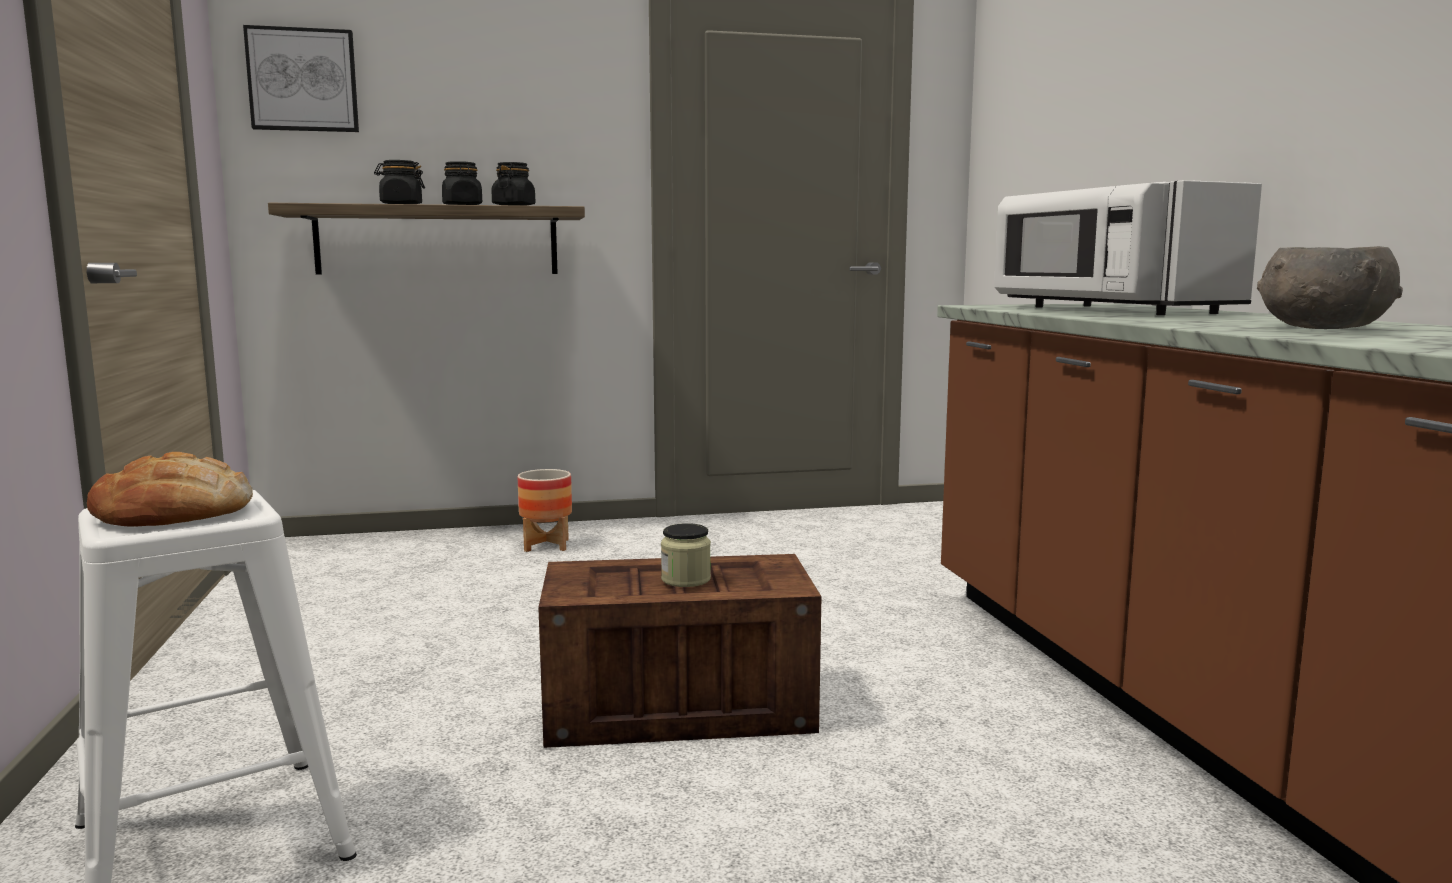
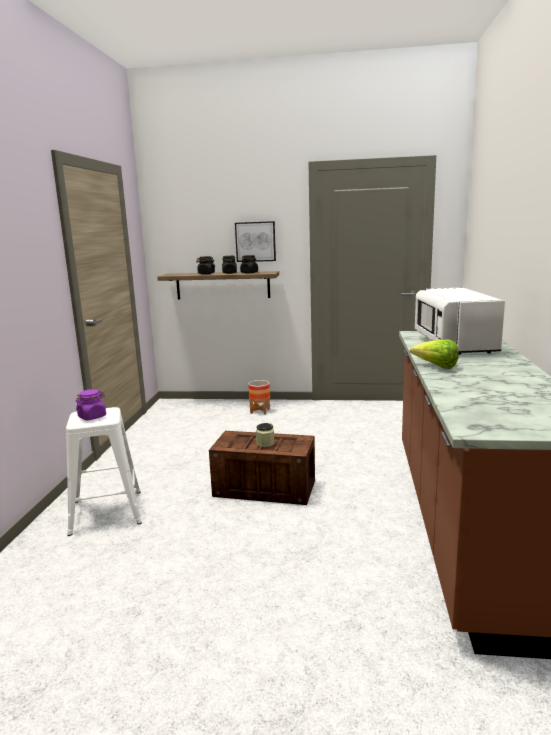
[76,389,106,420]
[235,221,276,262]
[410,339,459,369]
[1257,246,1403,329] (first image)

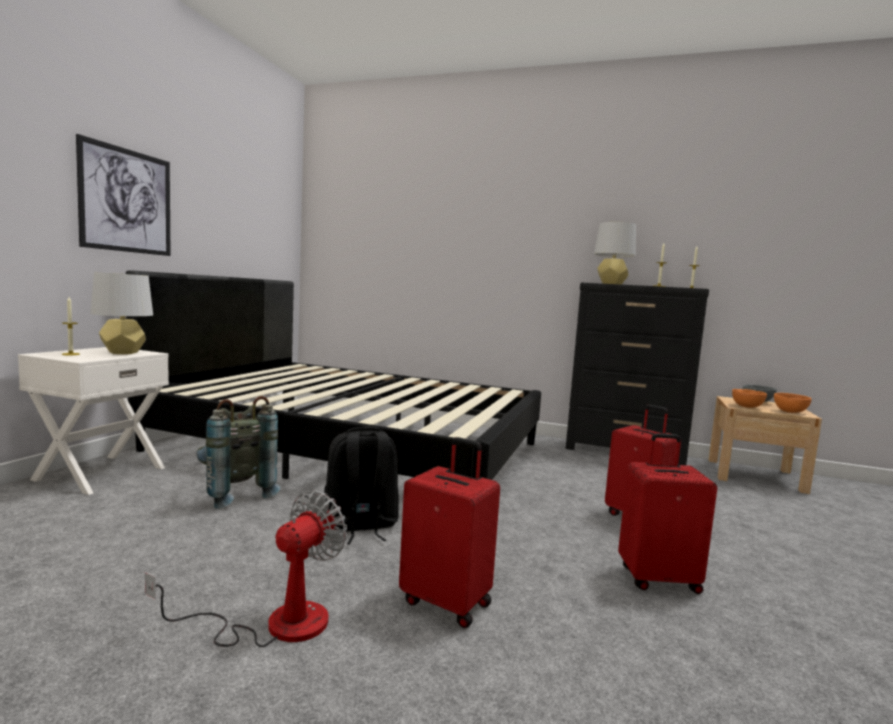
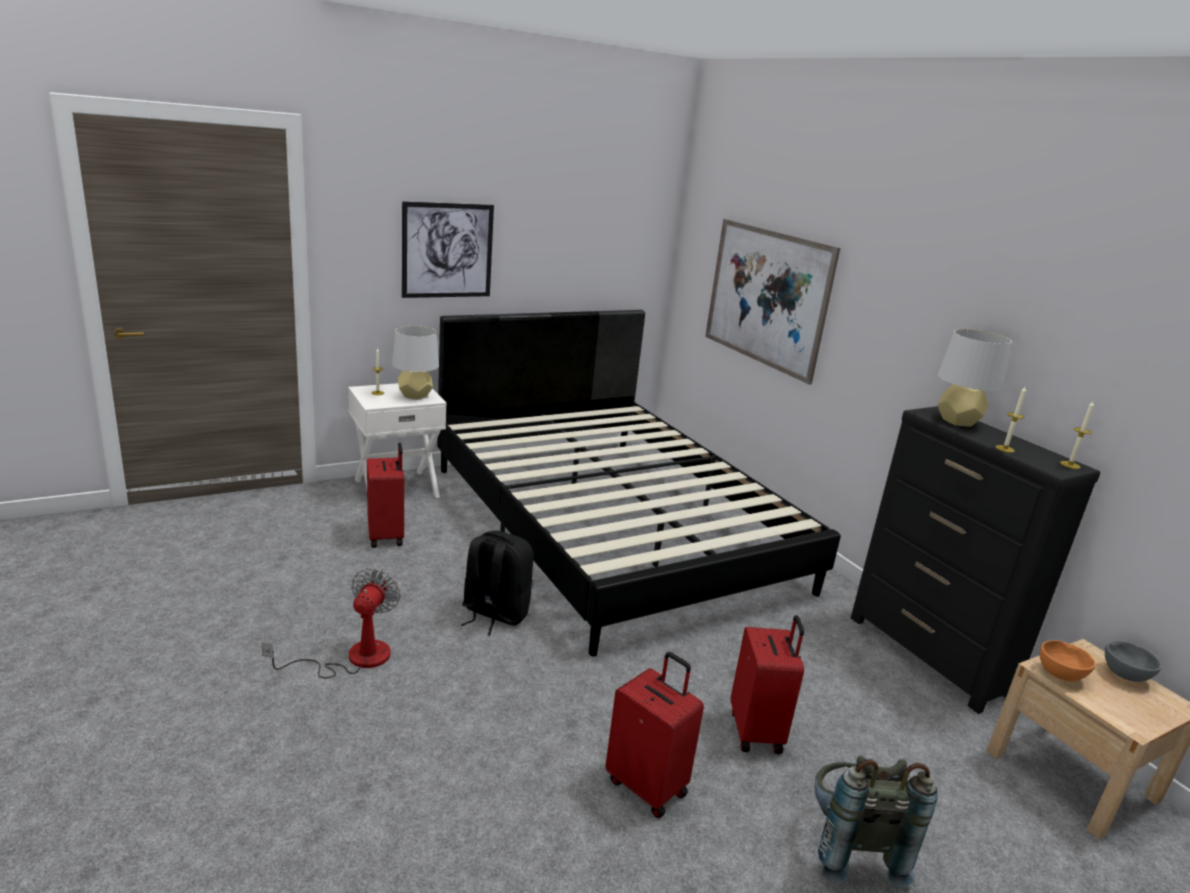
[261,568,401,678]
[367,443,404,548]
[705,219,840,385]
[815,756,938,887]
[774,393,812,413] (first image)

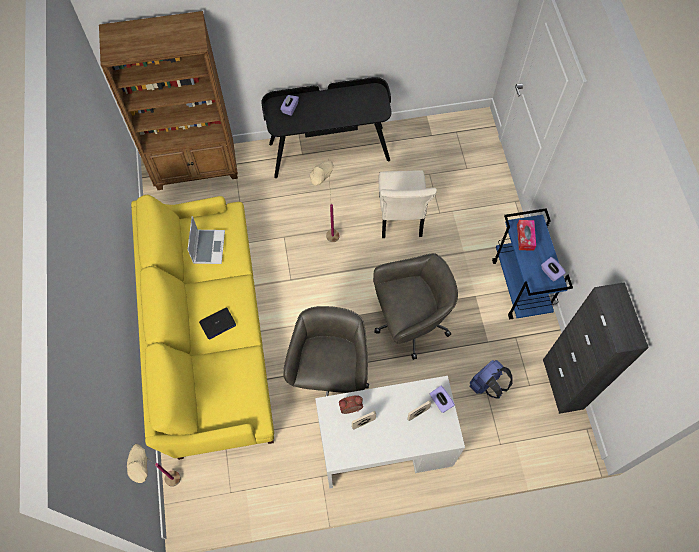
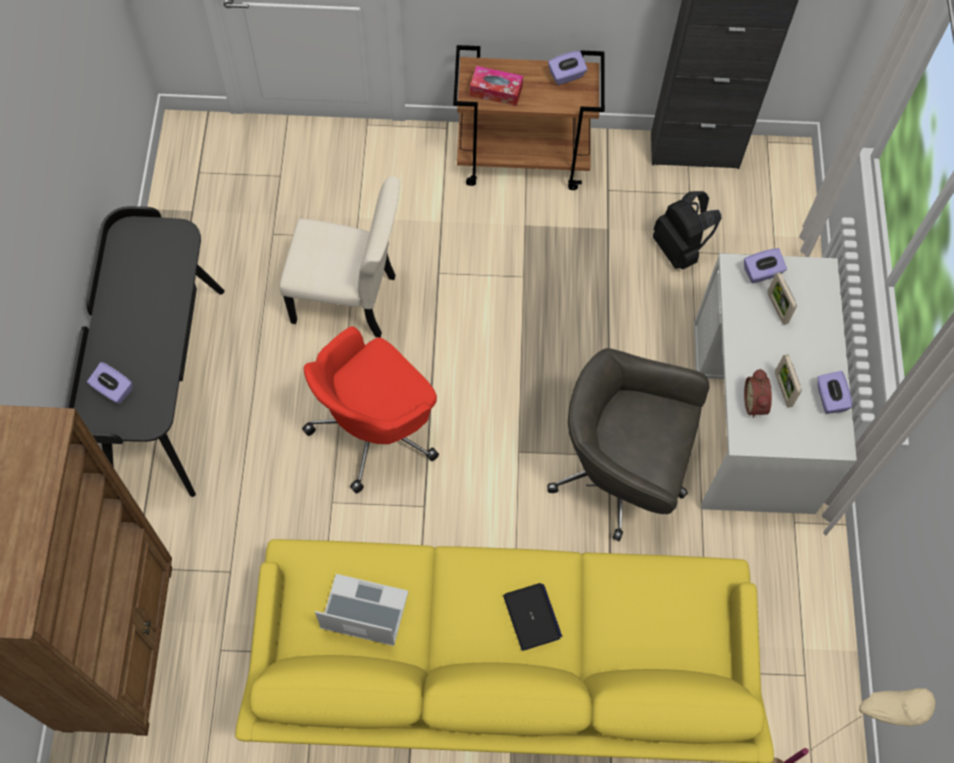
[302,326,439,494]
[453,45,605,190]
[653,191,722,270]
[818,371,852,414]
[373,253,458,360] (first image)

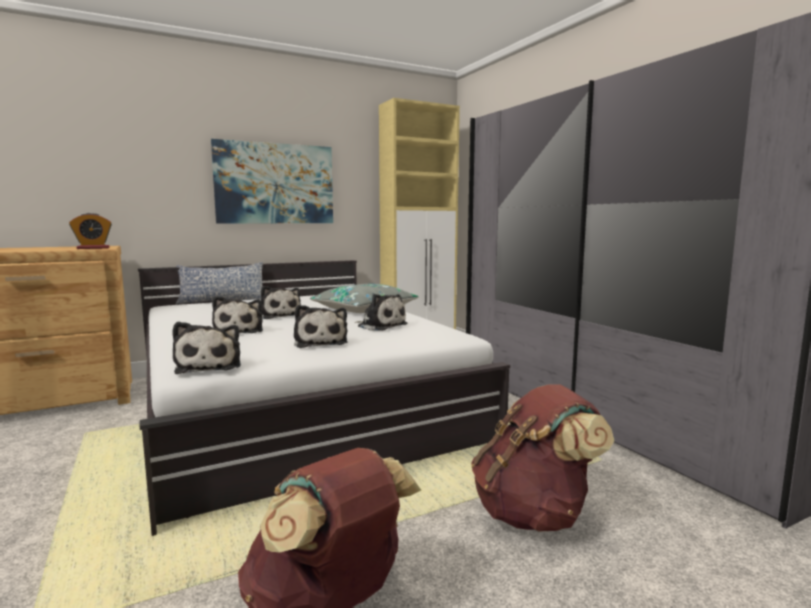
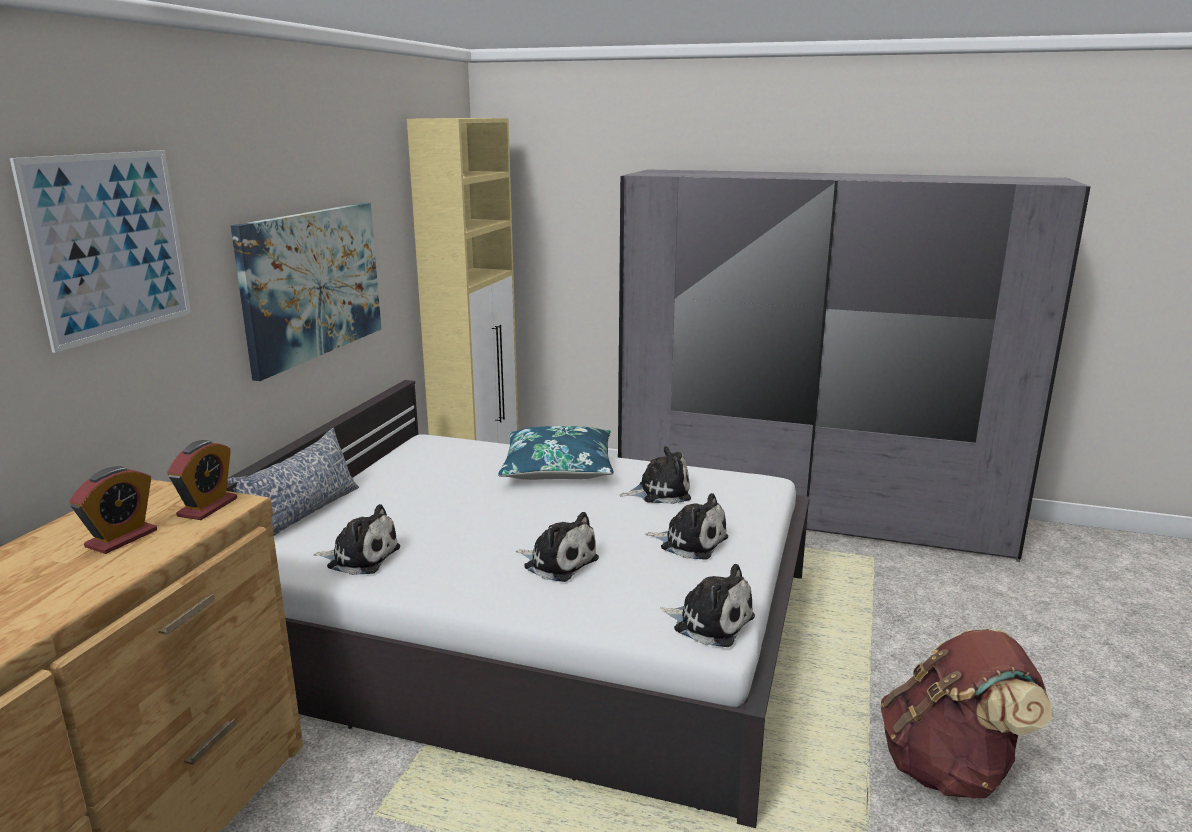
[10,150,191,353]
[69,466,157,554]
[313,504,400,575]
[498,426,613,480]
[471,384,614,532] (first image)

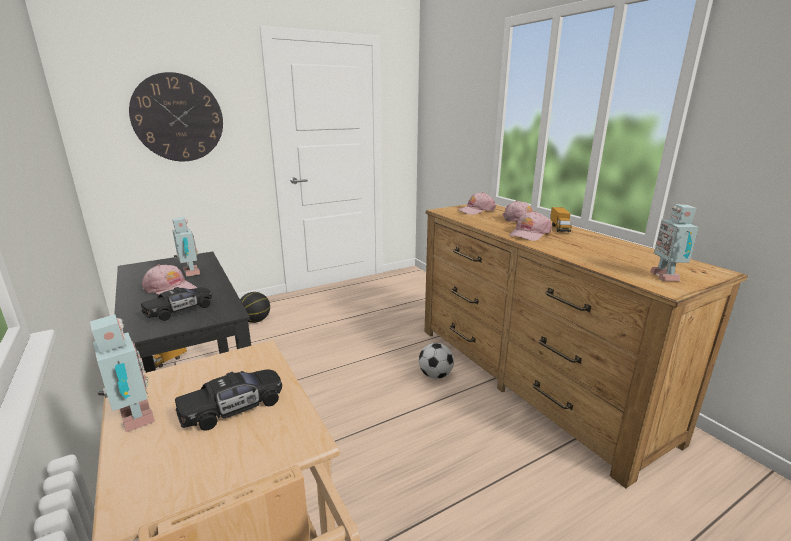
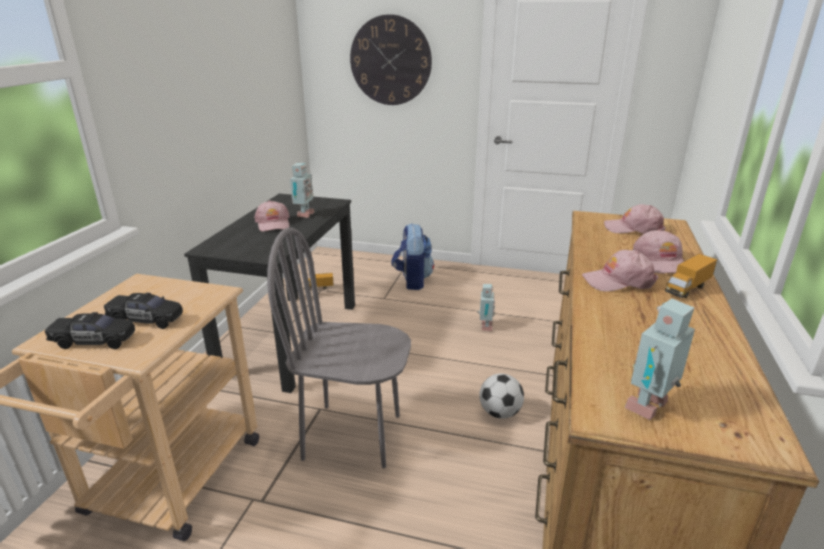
[45,312,135,349]
[267,228,411,469]
[391,223,434,290]
[477,284,495,331]

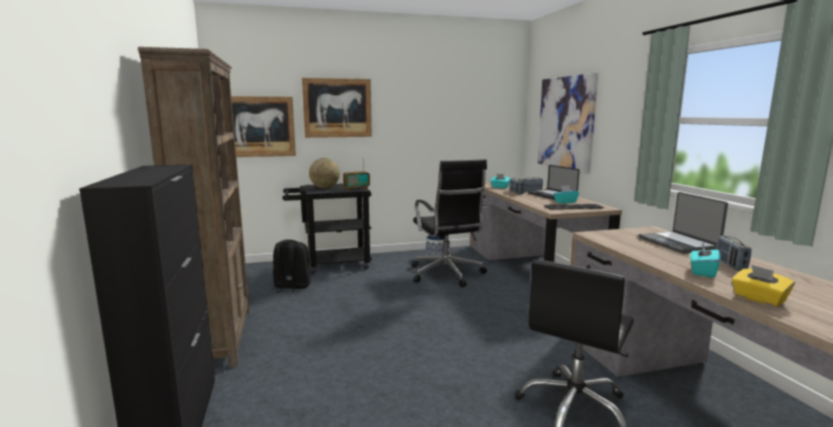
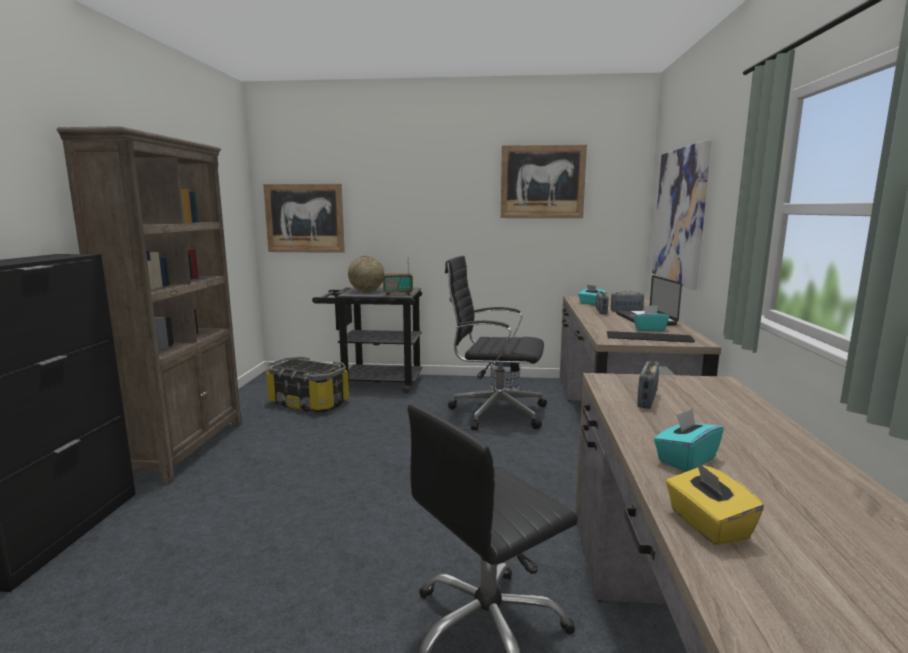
[266,356,349,412]
[445,255,547,430]
[501,145,587,218]
[637,361,659,409]
[638,192,728,254] (first image)

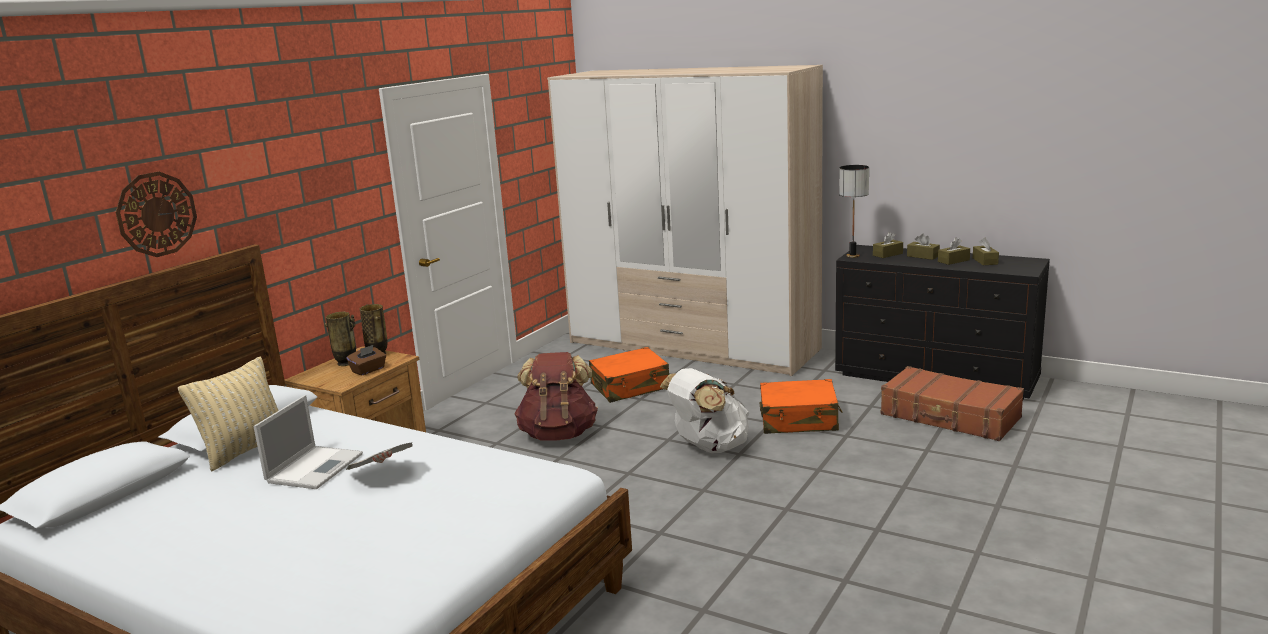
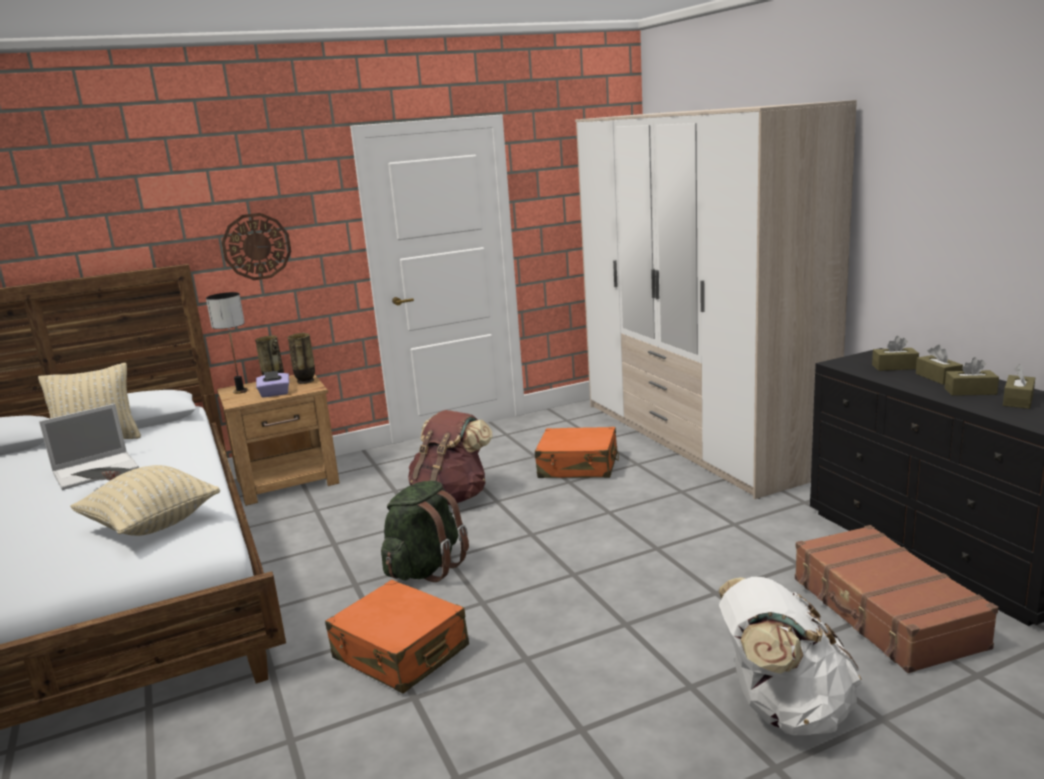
[70,465,220,536]
[206,292,248,394]
[222,213,292,280]
[256,371,289,398]
[325,580,469,694]
[381,481,469,582]
[719,577,862,735]

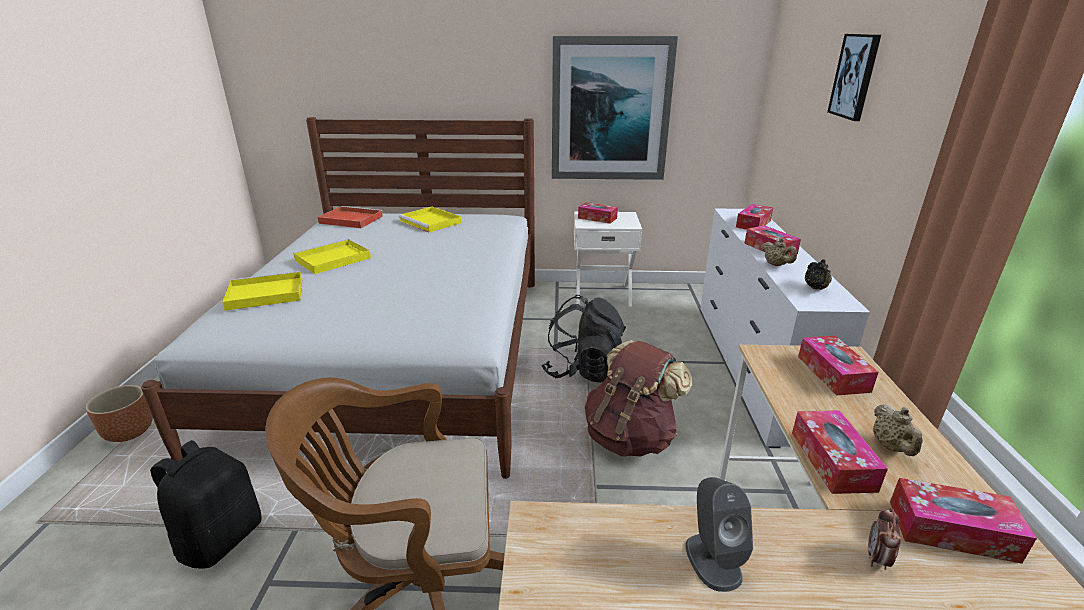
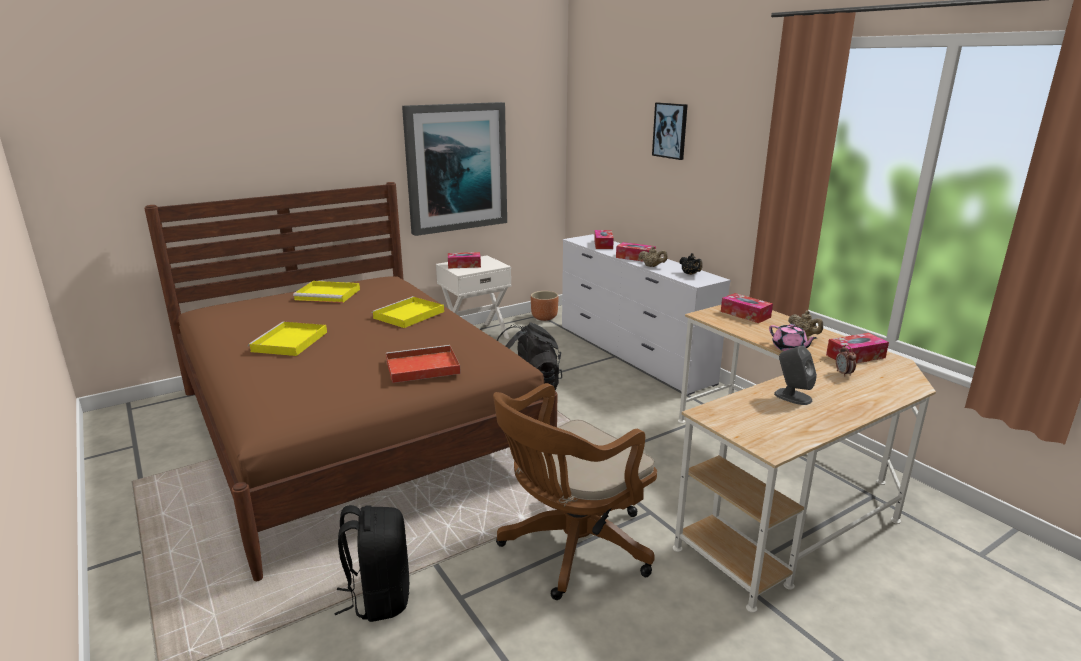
[144,182,557,581]
[372,296,444,328]
[386,345,461,383]
[531,291,559,321]
[769,324,817,351]
[585,340,692,457] (first image)

